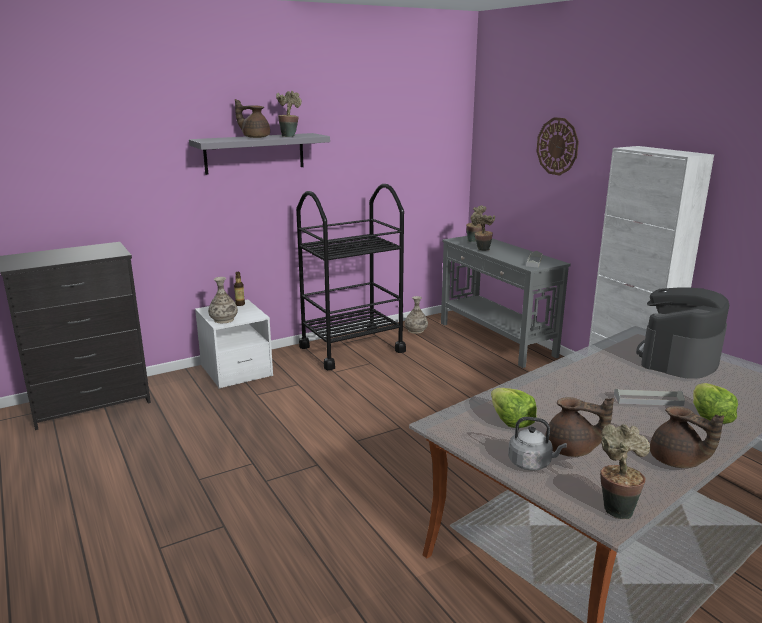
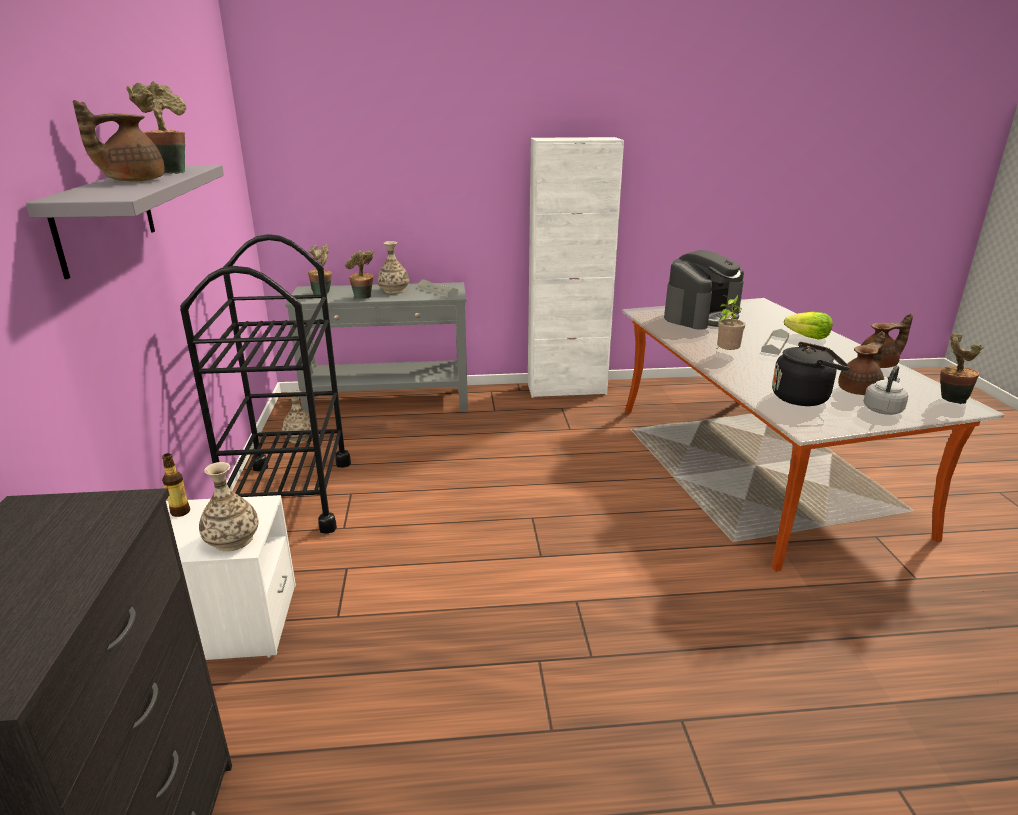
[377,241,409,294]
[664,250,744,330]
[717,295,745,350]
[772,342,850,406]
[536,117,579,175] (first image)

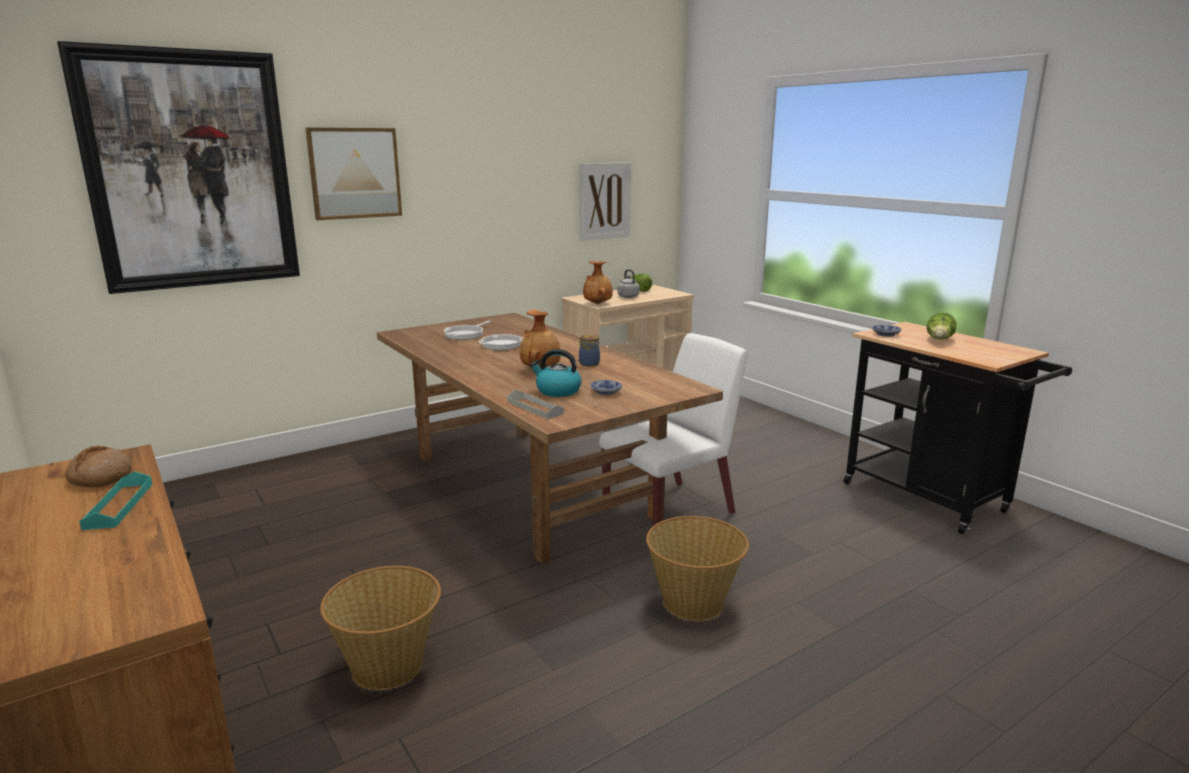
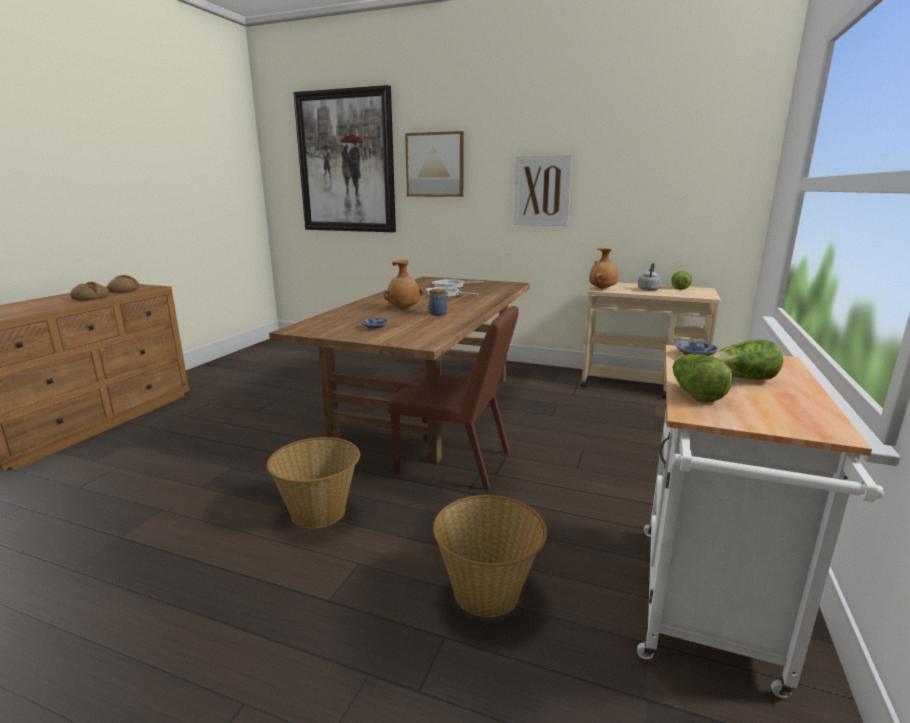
[70,282,109,301]
[388,306,519,490]
[433,495,547,617]
[514,155,572,226]
[637,345,884,698]
[673,354,733,403]
[507,390,564,419] (first image)
[530,349,582,397] (first image)

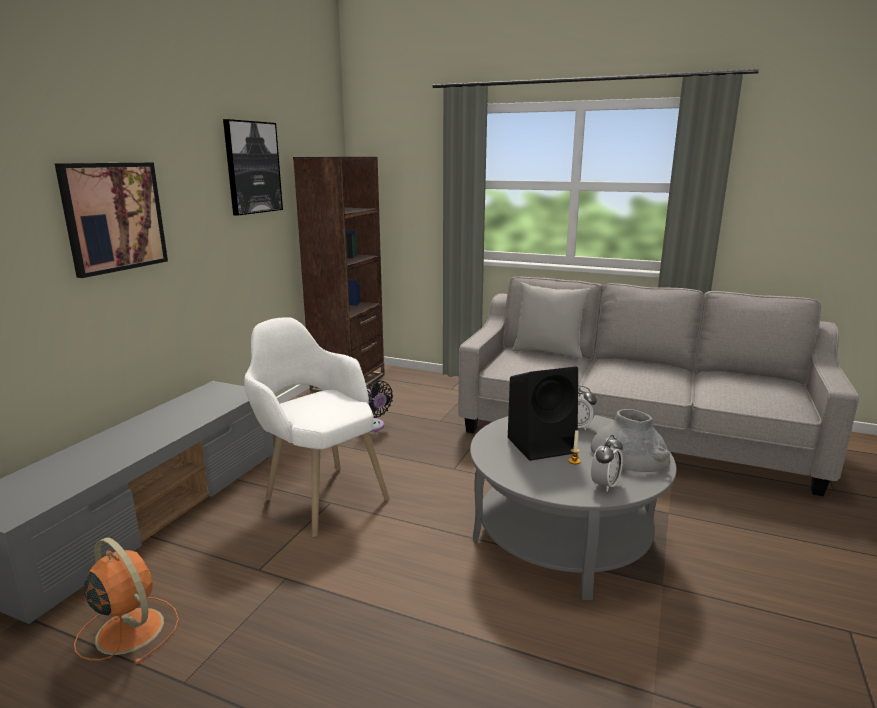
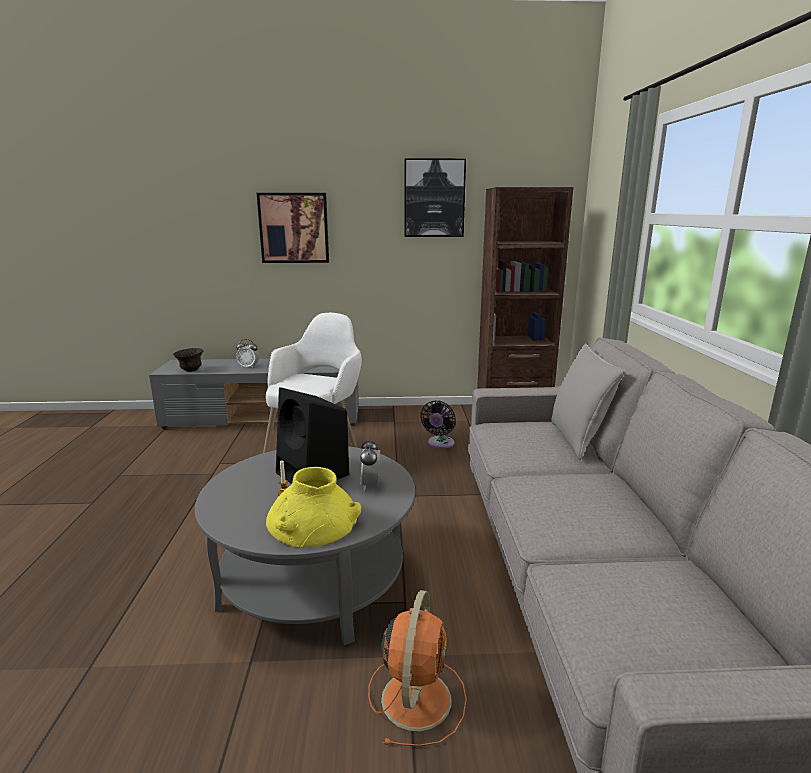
[173,348,204,372]
[236,339,259,368]
[266,467,361,548]
[368,590,467,747]

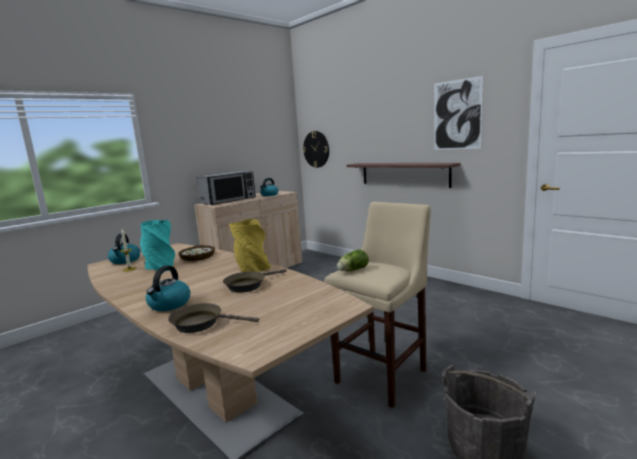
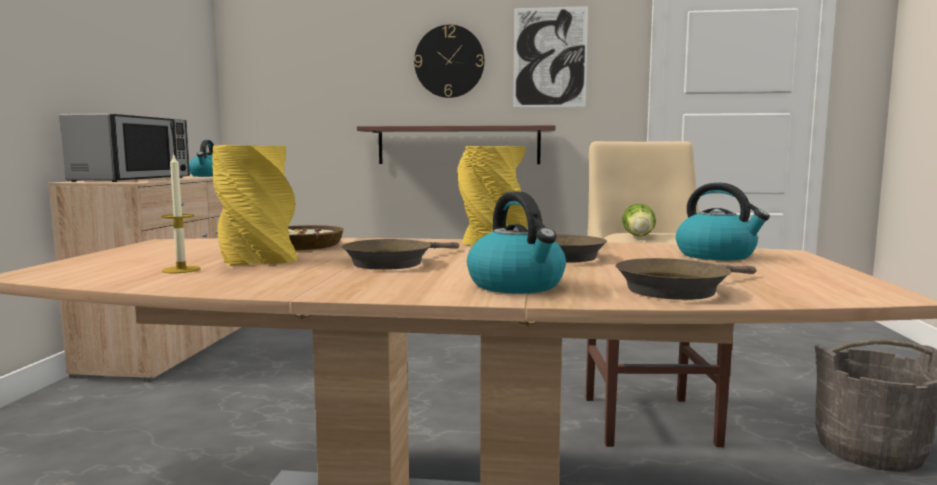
[212,145,298,266]
[342,239,459,270]
[414,25,485,98]
[676,183,770,261]

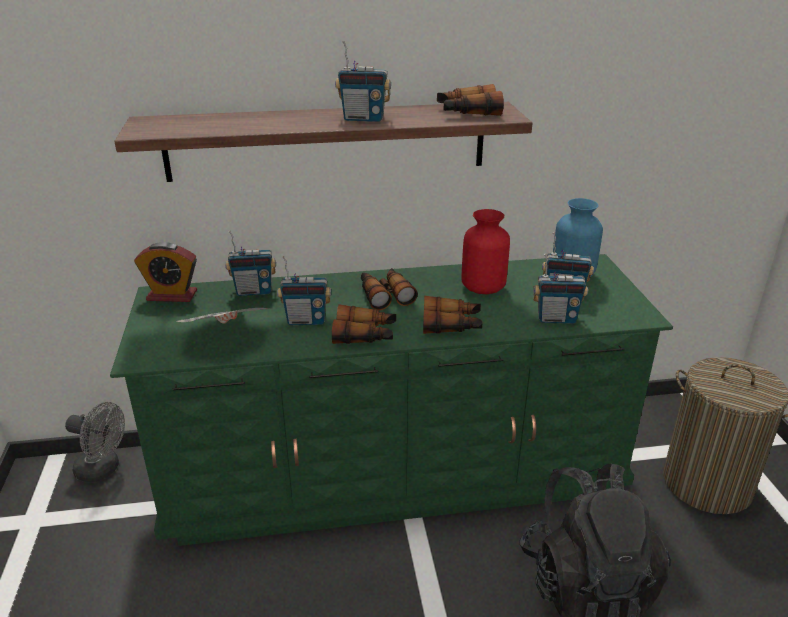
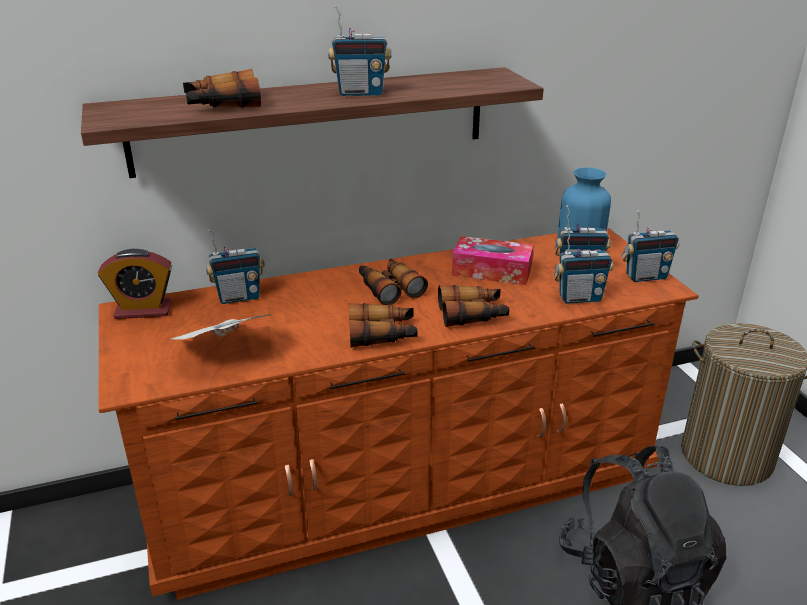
[99,227,699,600]
[183,69,261,108]
[452,236,534,285]
[621,210,679,282]
[65,402,125,482] (first image)

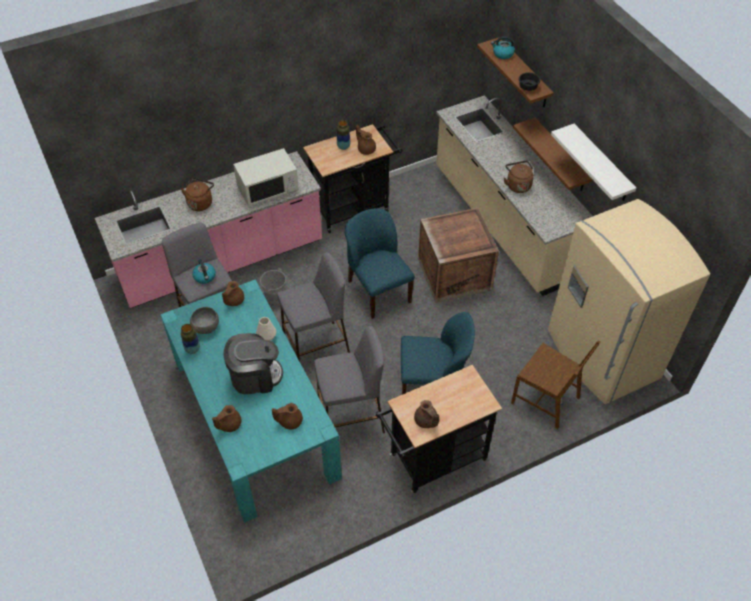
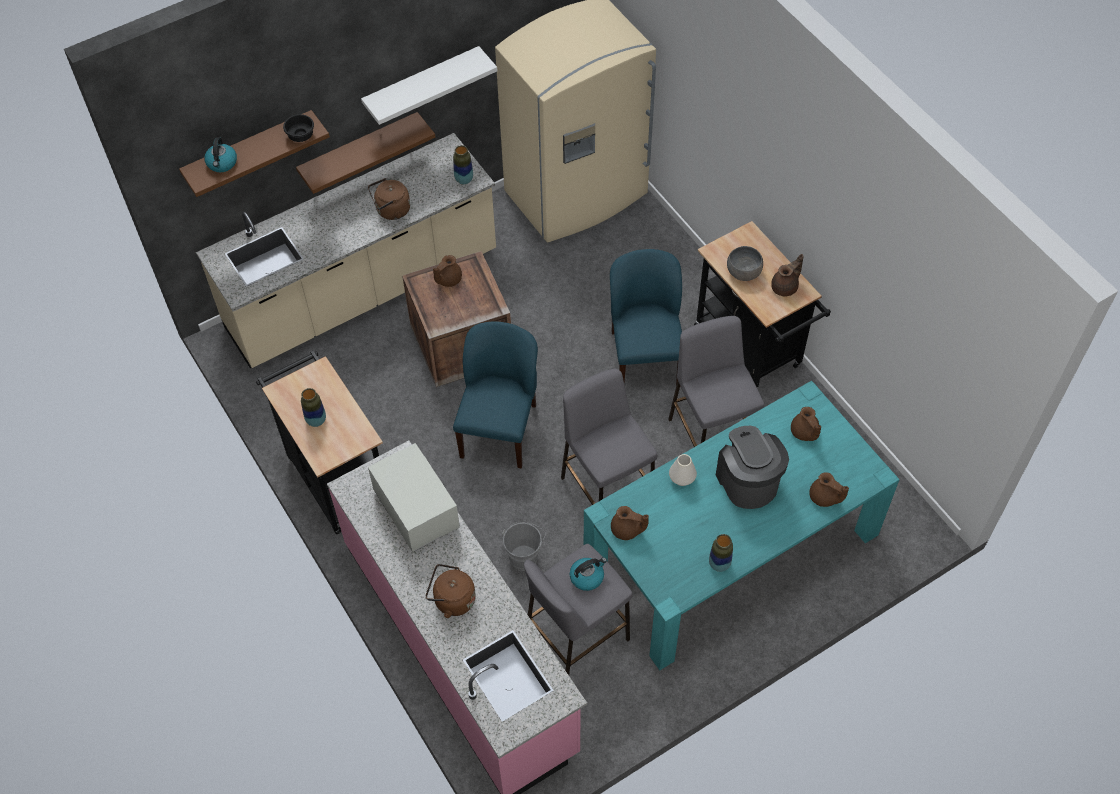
[433,255,462,287]
[453,145,473,184]
[453,321,538,468]
[727,246,763,281]
[511,340,601,429] (first image)

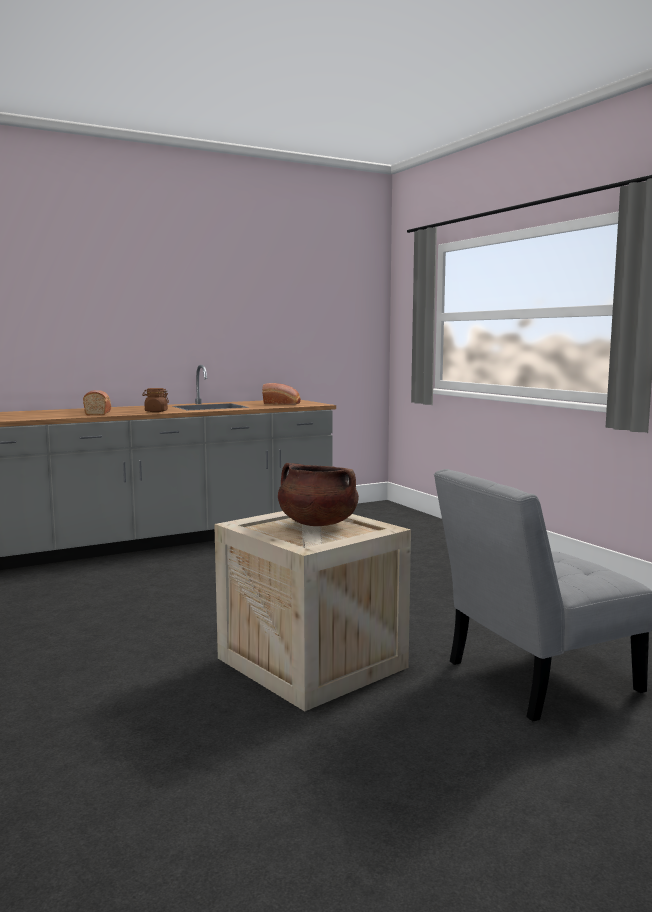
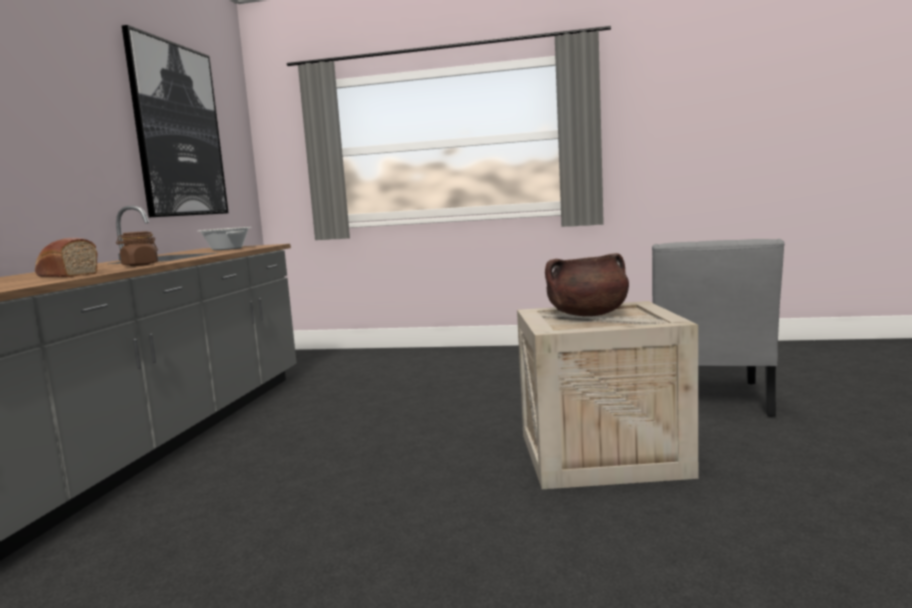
[122,25,229,217]
[198,227,252,250]

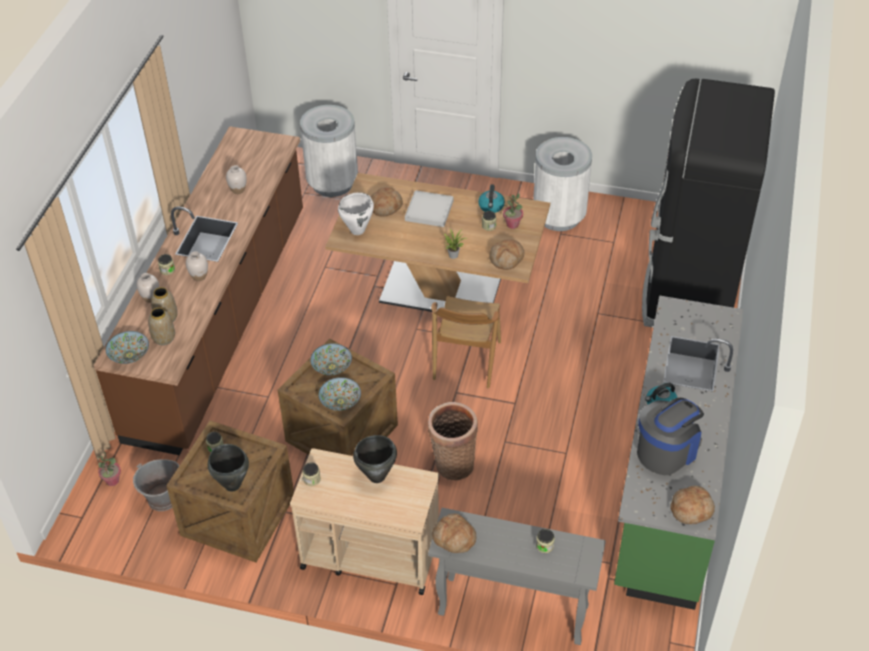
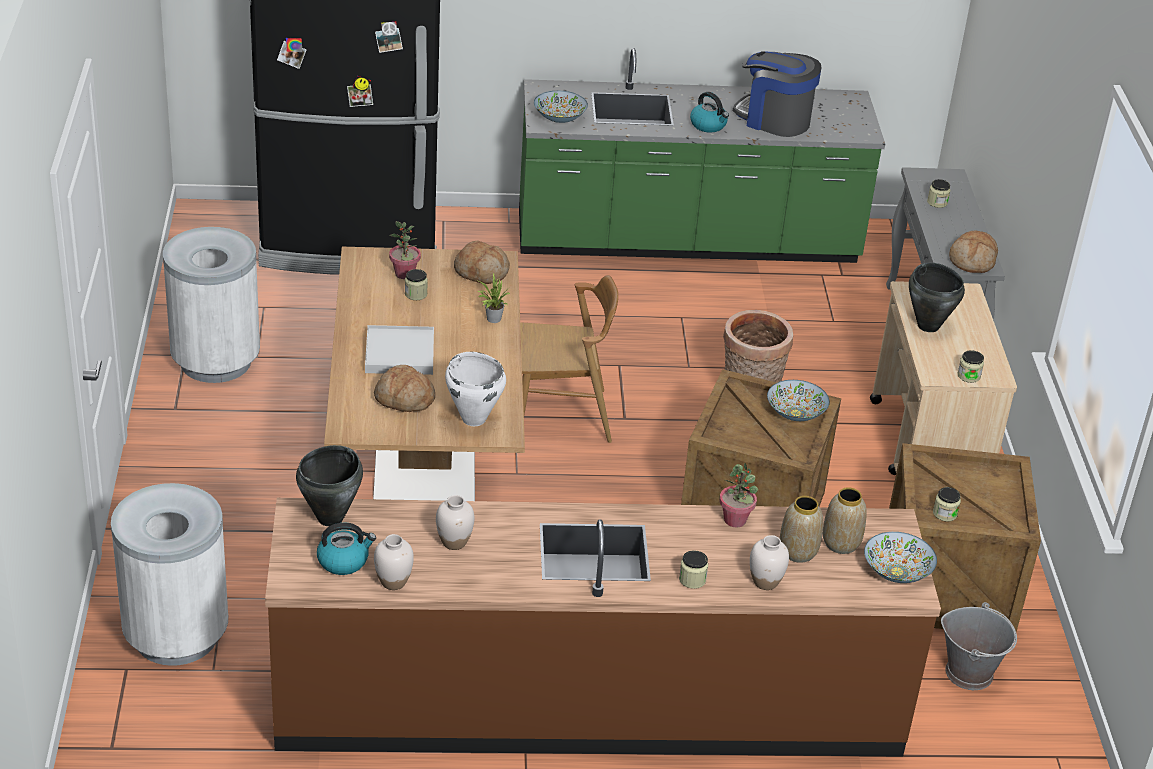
[296,445,363,526]
[317,523,376,575]
[374,534,414,590]
[534,91,588,123]
[719,463,758,527]
[670,486,715,524] (first image)

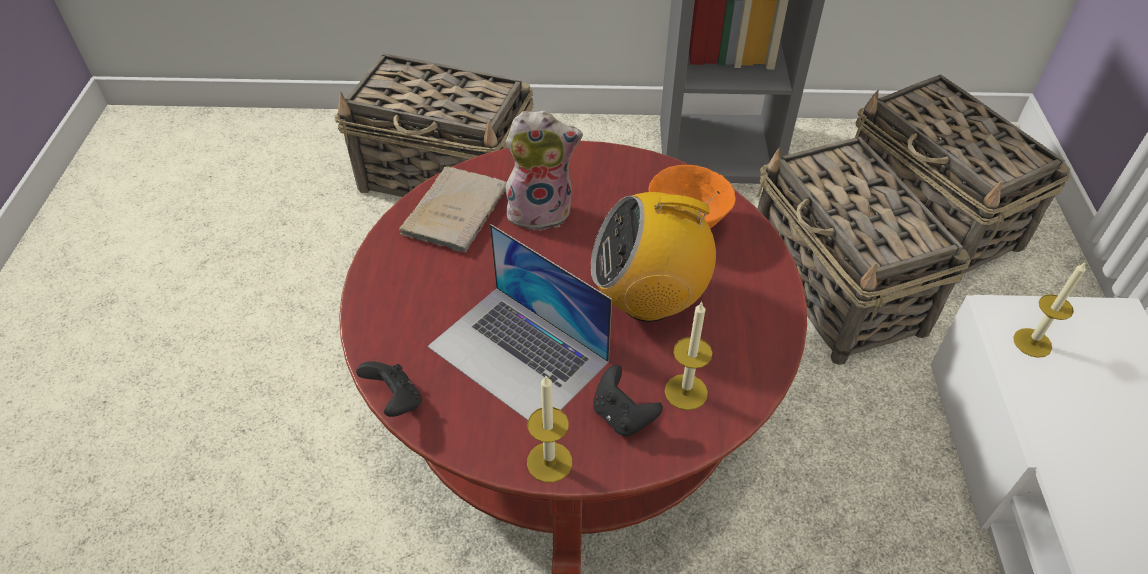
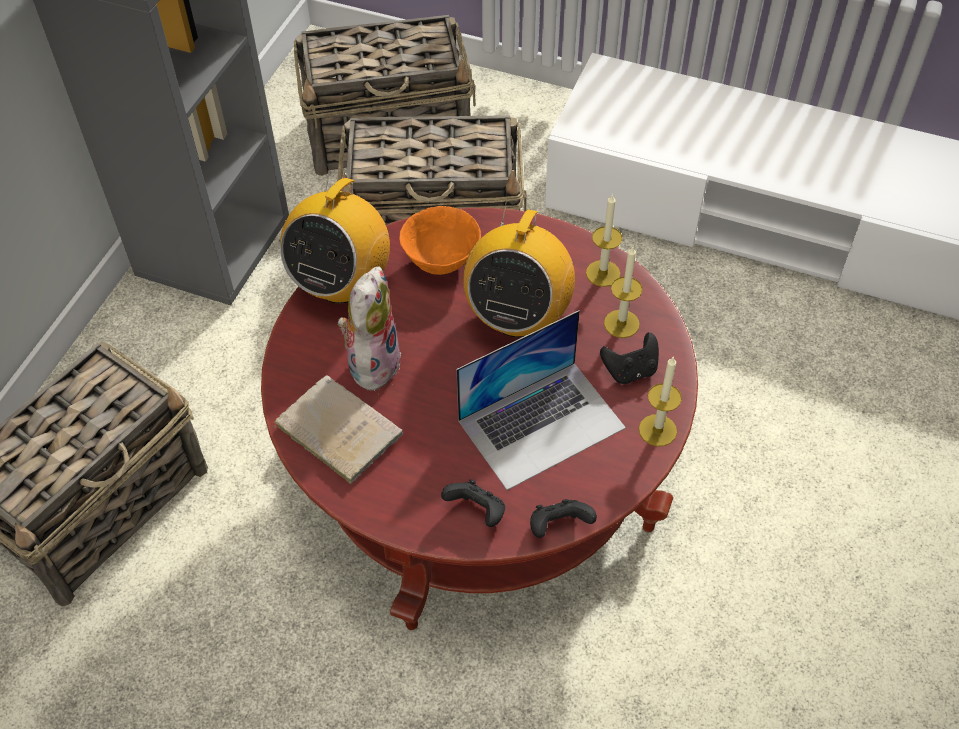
[280,168,390,304]
[441,479,505,527]
[586,194,623,287]

